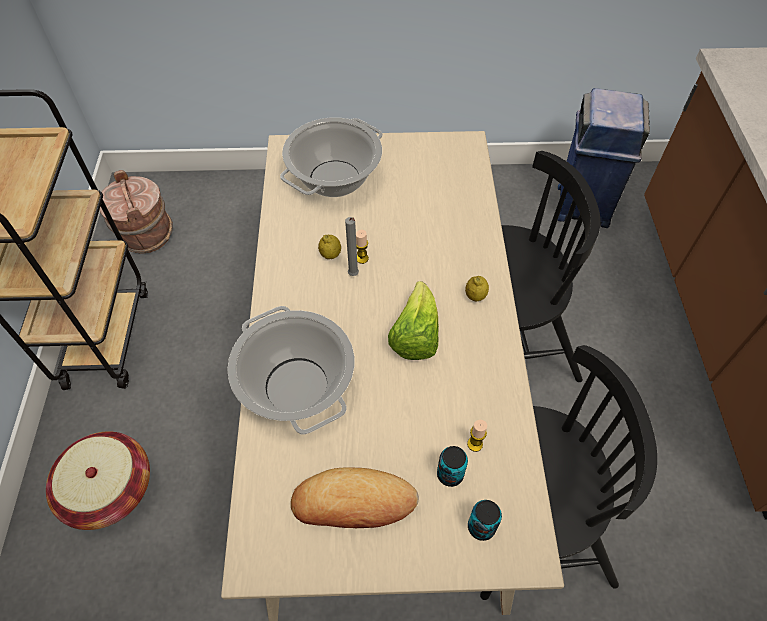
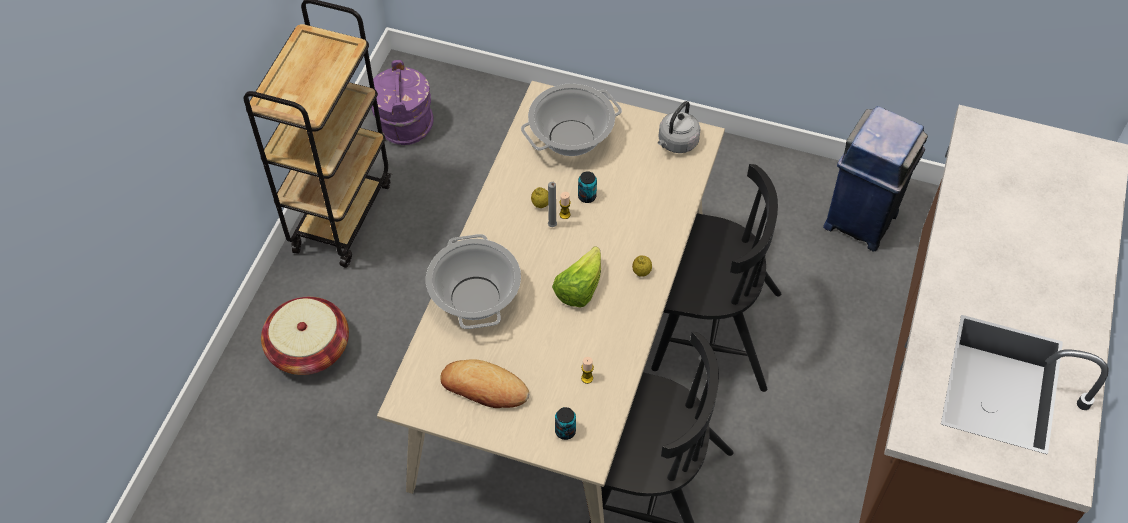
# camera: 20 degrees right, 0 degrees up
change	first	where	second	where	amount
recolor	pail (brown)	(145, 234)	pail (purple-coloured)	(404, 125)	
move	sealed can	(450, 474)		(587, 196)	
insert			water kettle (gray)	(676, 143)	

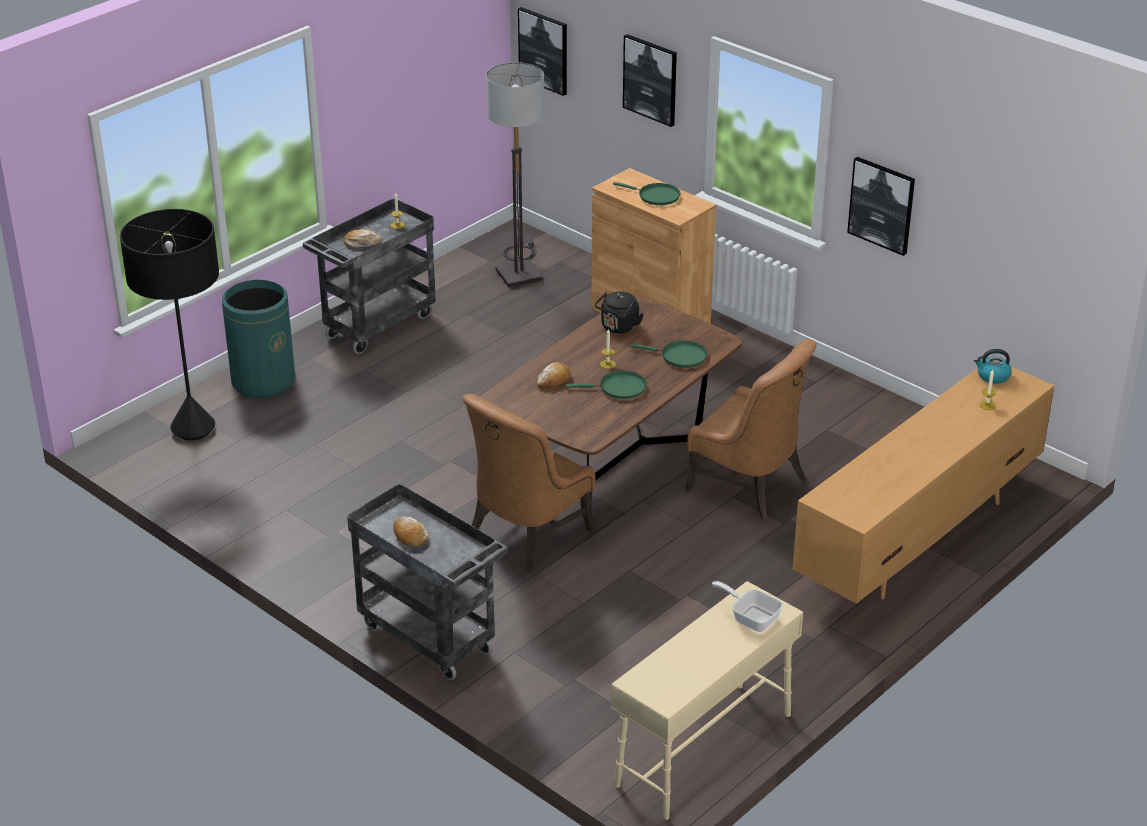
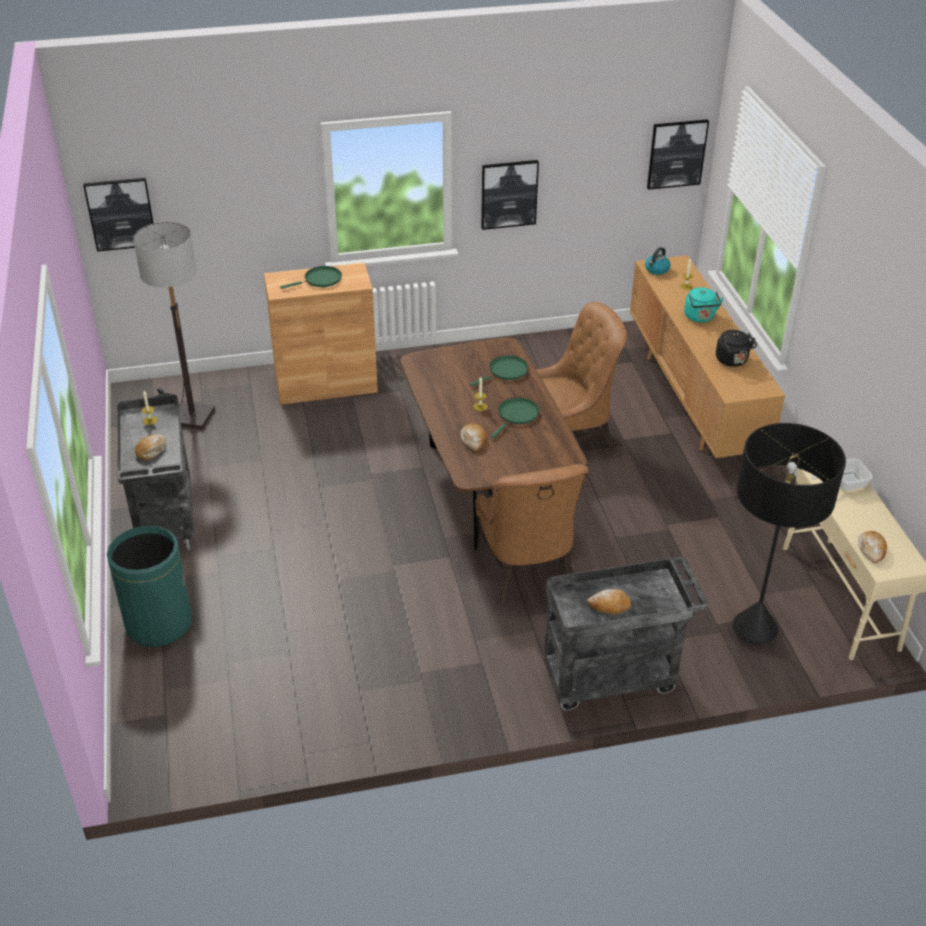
# camera: 55 degrees left, 5 degrees up
change	first	where	second	where	amount
move	picture	(650, 79)		(676, 153)	
move	floor lamp (black-coloured)	(193, 430)		(754, 631)	
move	water kettle (black-coloured)	(618, 327)		(733, 361)	
insert			water kettle (turquoise-coloured)	(700, 317)	
insert			bread	(871, 550)	

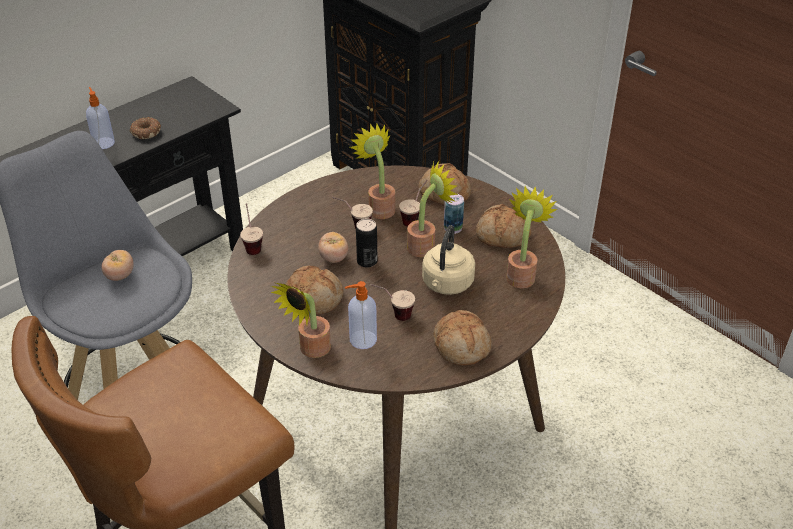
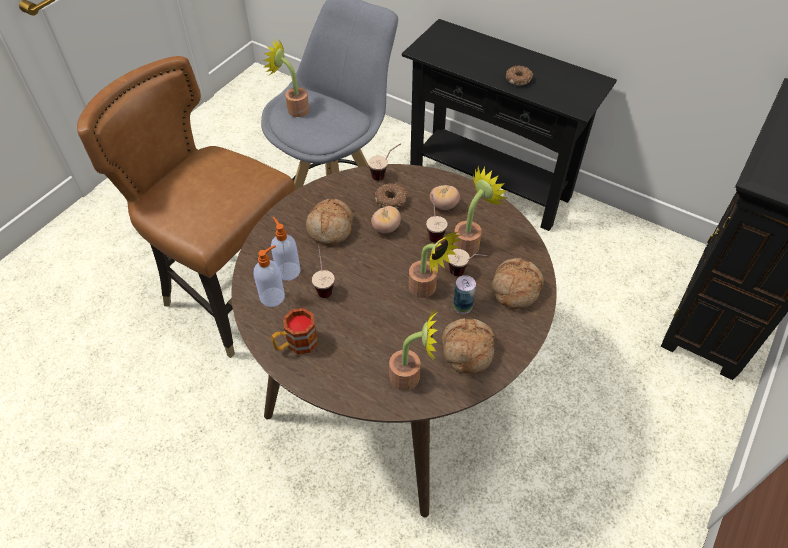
# camera: 75 degrees right, 10 degrees up
change	first	where	second	where	amount
move	soap dispenser	(103, 143)		(273, 296)	
delete	sealed can	(367, 261)			
delete	water kettle (sand-coloured)	(446, 284)			
move	fresh tomato	(120, 276)		(443, 205)	
move	potted plant	(311, 350)		(294, 109)	
replace	bread	(462, 345)	tea mug	(296, 344)	
insert			donut	(392, 200)	

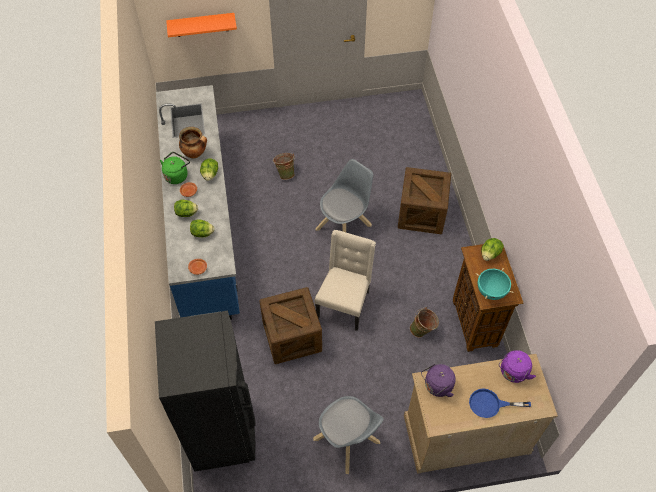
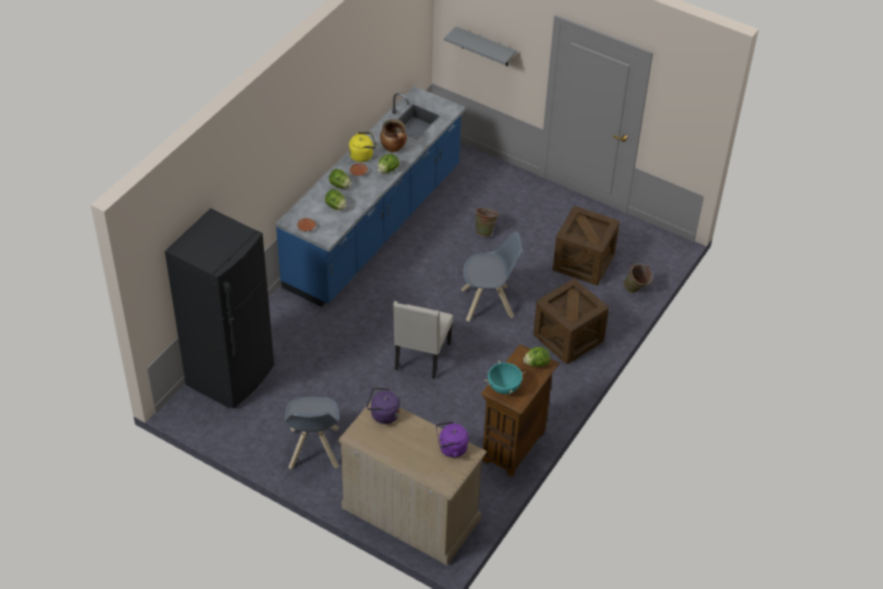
# camera: 40 degrees right, 10 degrees down
change	first	where	second	where	amount
recolor	wall shelf (orangey)	(201, 25)	wall shelf (gray)	(485, 47)	
recolor	water kettle (greenish)	(177, 175)	water kettle (yellowish)	(362, 155)	
rotate	plain chair (sand-coloured)	(344, 304)		(421, 357)	135 degrees clockwise
move	crate	(292, 337)		(583, 262)	
move	pail (greenish)	(423, 331)		(636, 290)	
delete	pan (blue-coloured)	(490, 404)			

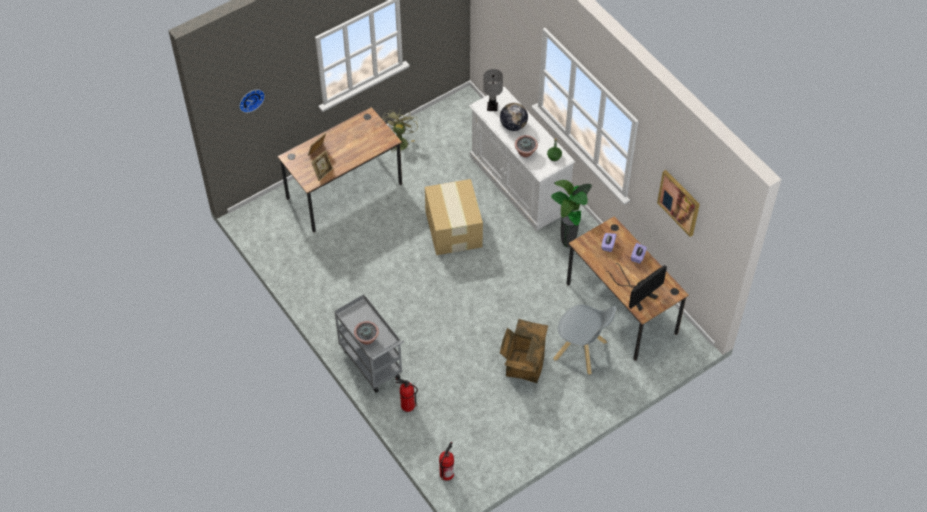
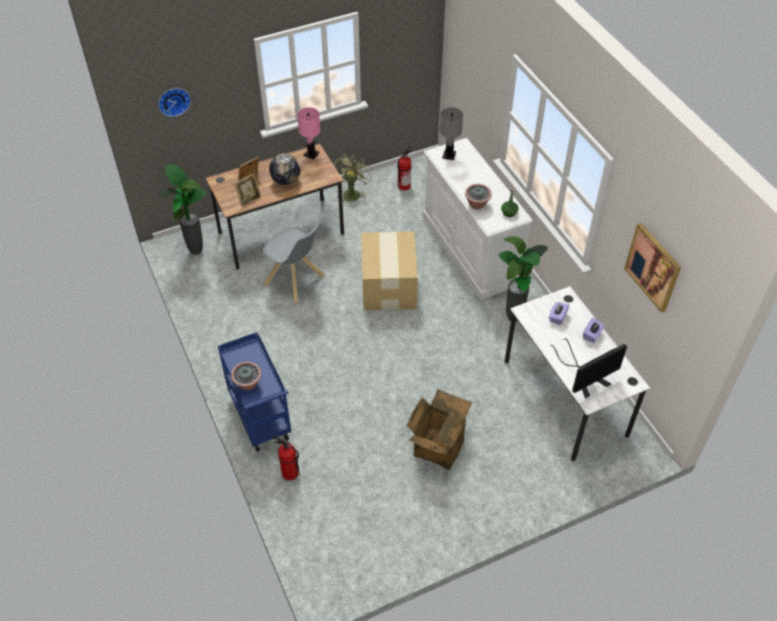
# camera: 10 degrees right, 5 degrees down
change	first	where	second	where	amount
move	globe	(513, 125)		(286, 180)	
recolor	desk unit (brown)	(621, 308)	desk unit (white)	(565, 398)	
recolor	cart (gray)	(372, 365)	cart (blue-coloured)	(261, 419)	
move	plain chair (gray)	(581, 351)		(295, 281)	
move	fire-fighting cylinder	(446, 473)		(404, 185)	
insert			tabletop lamp (pink-coloured)	(311, 154)	
insert			potted plant	(196, 250)	

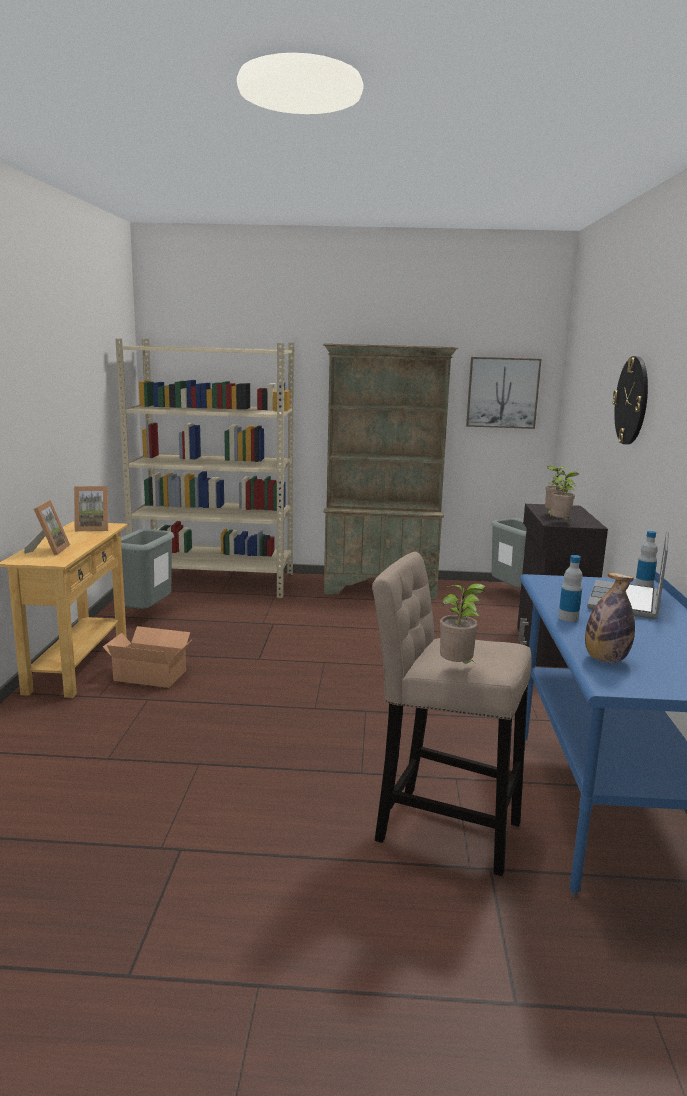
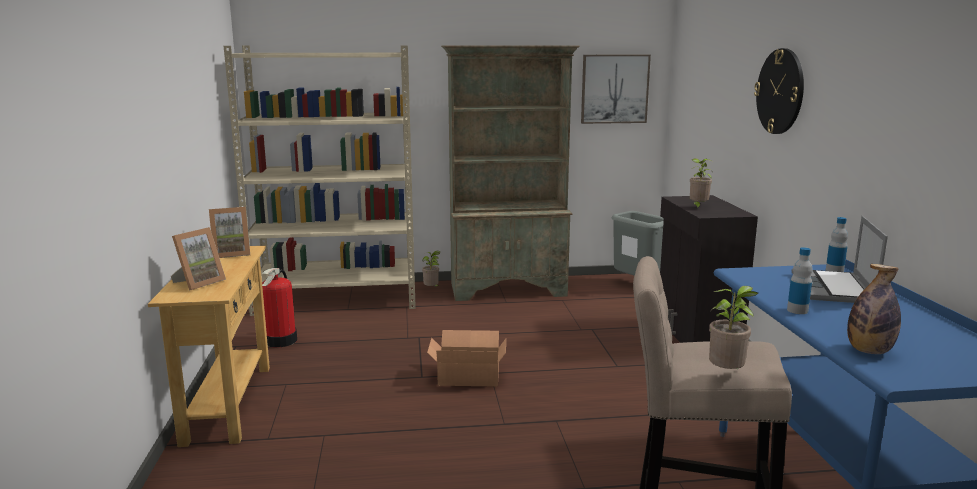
# camera: 10 degrees left, 0 degrees up
change	first	where	second	where	amount
move	potted plant	(561, 523)		(432, 289)	
rotate	standing frame	(49, 550)		(199, 283)	45 degrees clockwise
replace	trash can (gray)	(147, 615)	fire-fighting cylinder	(281, 341)	
move	cardboard box	(150, 674)		(467, 375)	

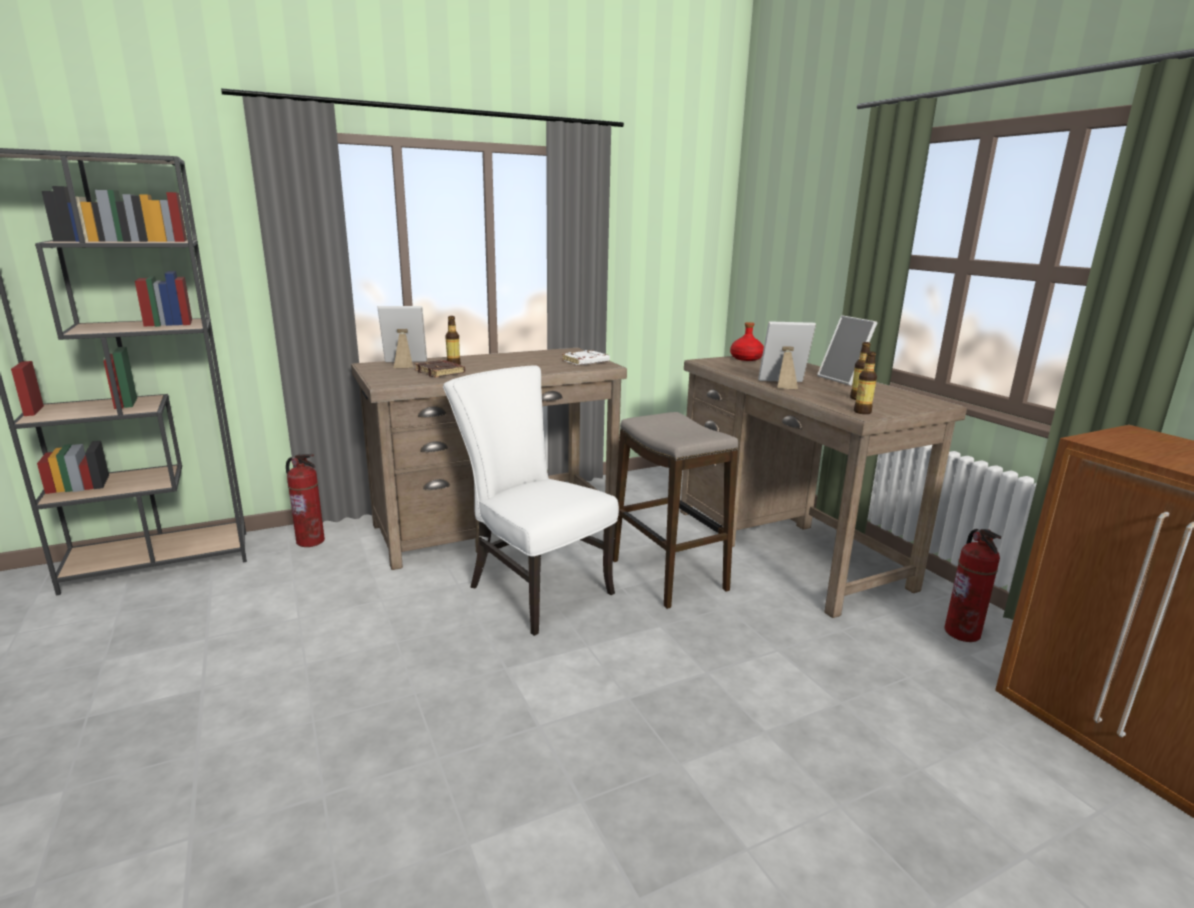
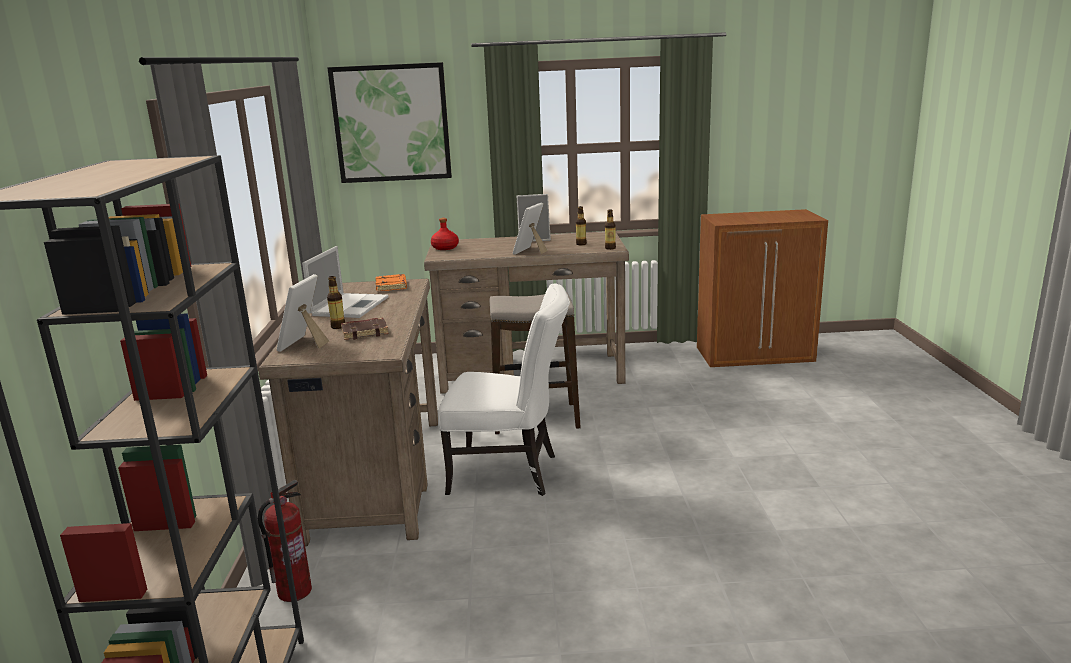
# camera: 65 degrees left, 0 degrees up
change	first	where	second	where	amount
recolor	bound book (white)	(585, 362)	bound book (orangey)	(392, 286)	
rotate	plain chair (white)	(533, 588)		(510, 473)	150 degrees counterclockwise
delete	fire-fighting cylinder	(963, 633)			
insert			picture	(391, 123)	
insert			portable computer	(350, 306)	

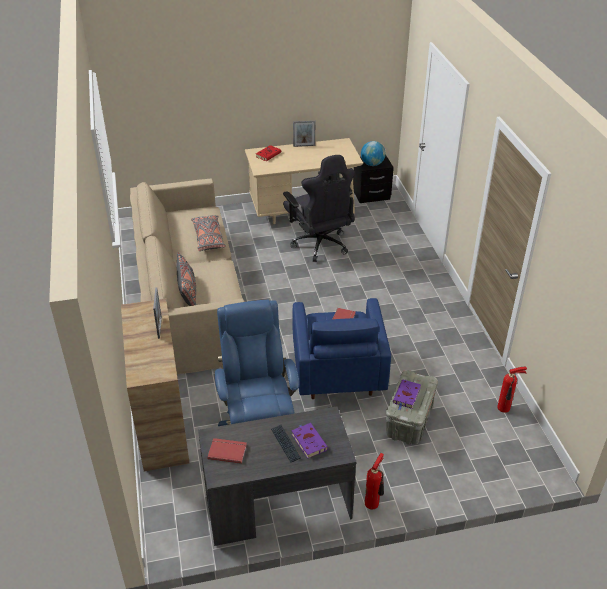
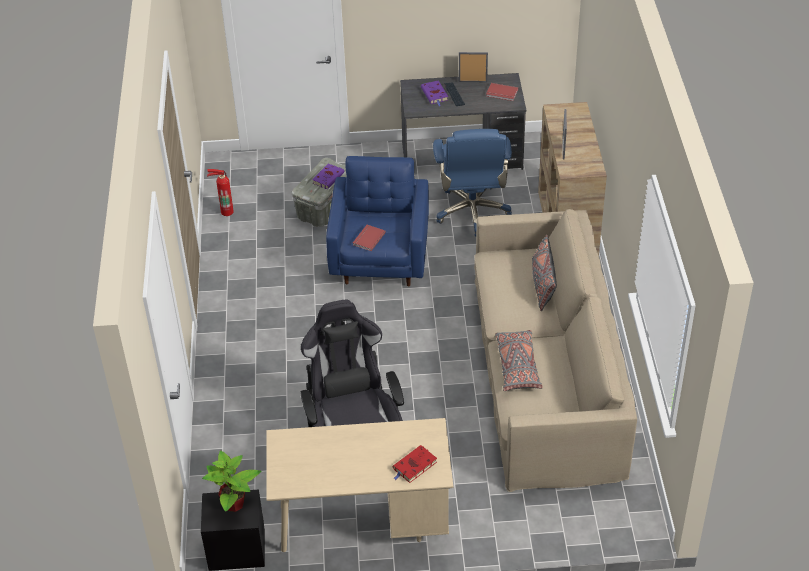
# camera: 170 degrees left, 5 degrees up
change	first	where	second	where	amount
move	standing frame	(304, 146)		(472, 81)	
replace	globe	(372, 164)	potted plant	(234, 504)	
delete	fire-fighting cylinder	(373, 503)			

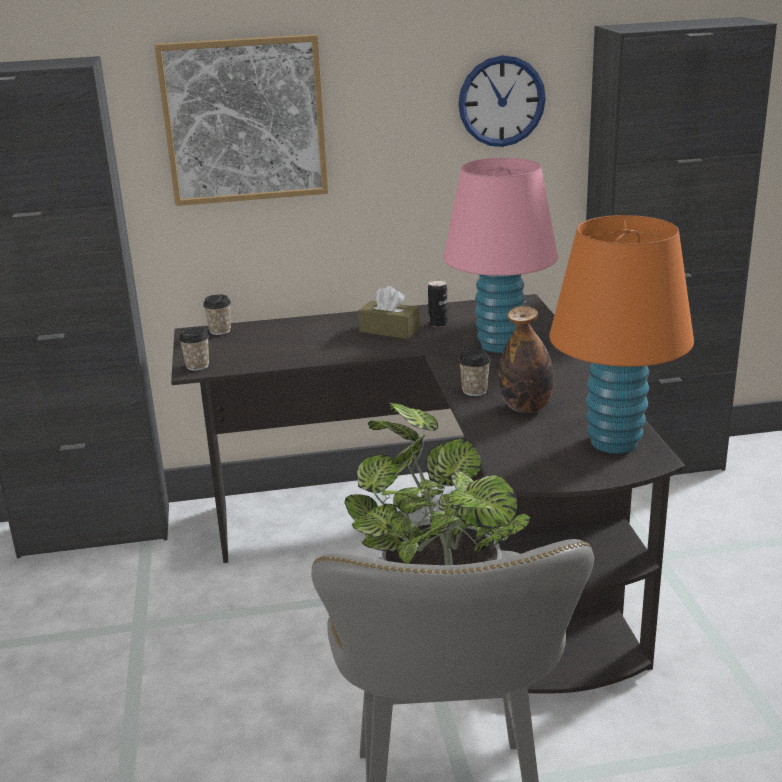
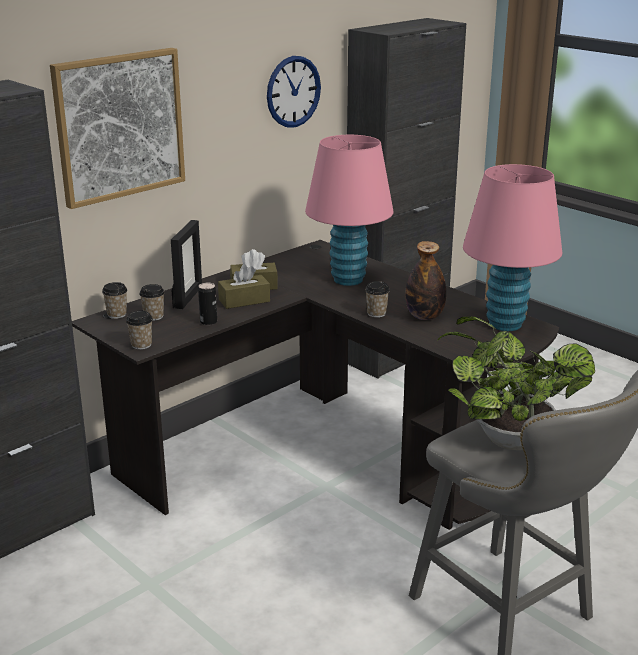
# camera: 35 degrees left, 0 degrees up
change	first	where	second	where	amount
recolor	tabletop lamp (orangey)	(614, 443)	tabletop lamp (pink-coloured)	(505, 324)	
move	sealed can	(438, 324)		(208, 322)	
insert			standing frame	(187, 297)	
insert			tissue holder (brown)	(244, 300)	
insert			drinking cup	(153, 317)	

